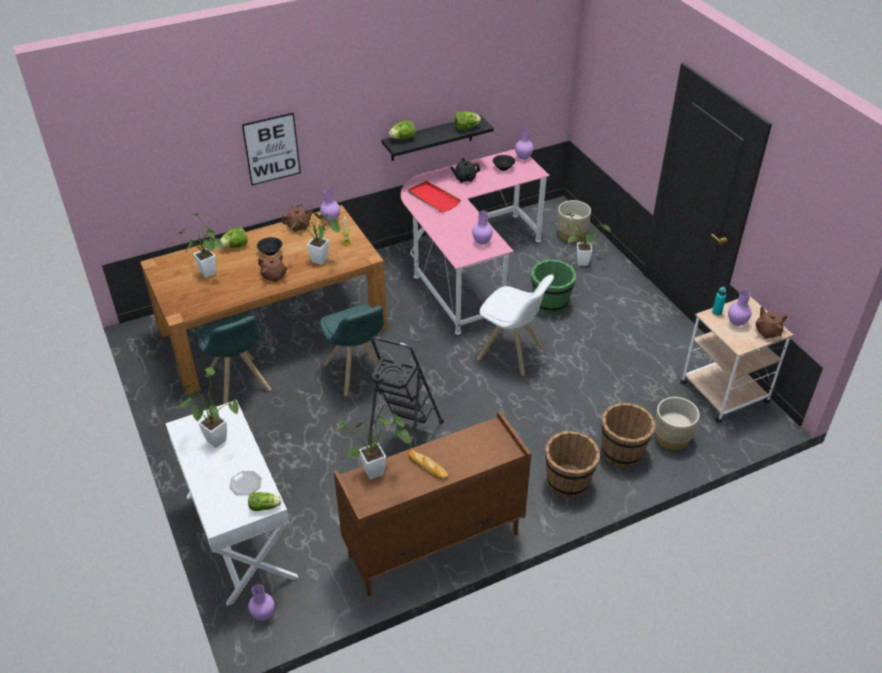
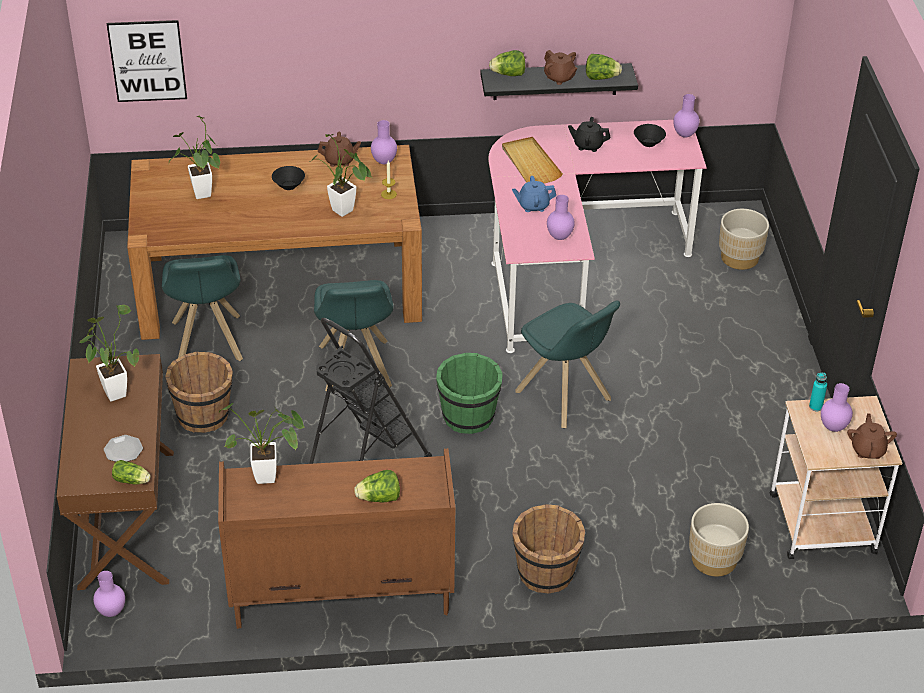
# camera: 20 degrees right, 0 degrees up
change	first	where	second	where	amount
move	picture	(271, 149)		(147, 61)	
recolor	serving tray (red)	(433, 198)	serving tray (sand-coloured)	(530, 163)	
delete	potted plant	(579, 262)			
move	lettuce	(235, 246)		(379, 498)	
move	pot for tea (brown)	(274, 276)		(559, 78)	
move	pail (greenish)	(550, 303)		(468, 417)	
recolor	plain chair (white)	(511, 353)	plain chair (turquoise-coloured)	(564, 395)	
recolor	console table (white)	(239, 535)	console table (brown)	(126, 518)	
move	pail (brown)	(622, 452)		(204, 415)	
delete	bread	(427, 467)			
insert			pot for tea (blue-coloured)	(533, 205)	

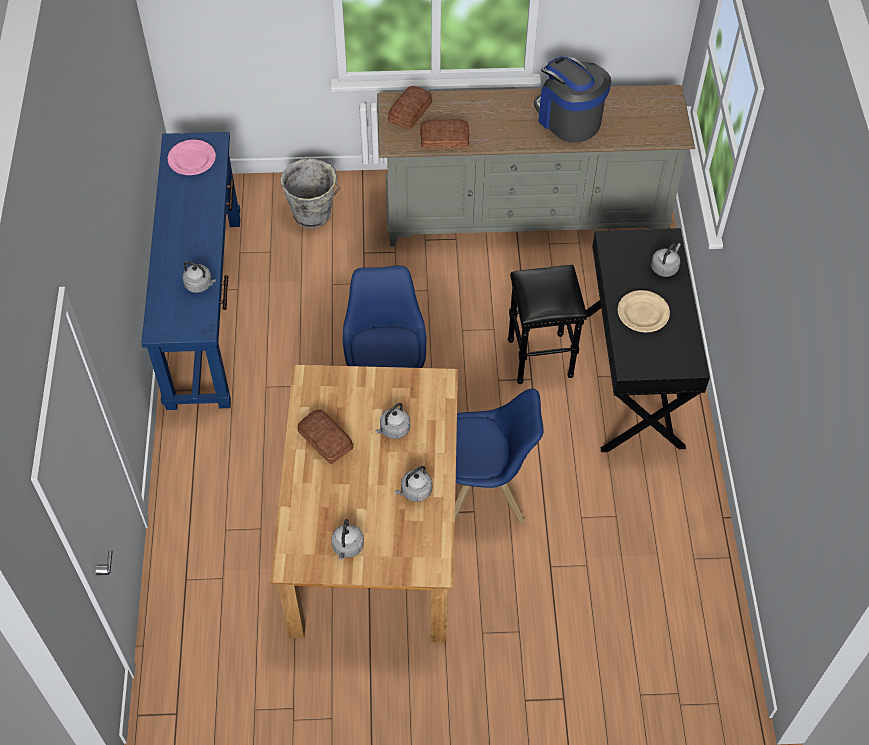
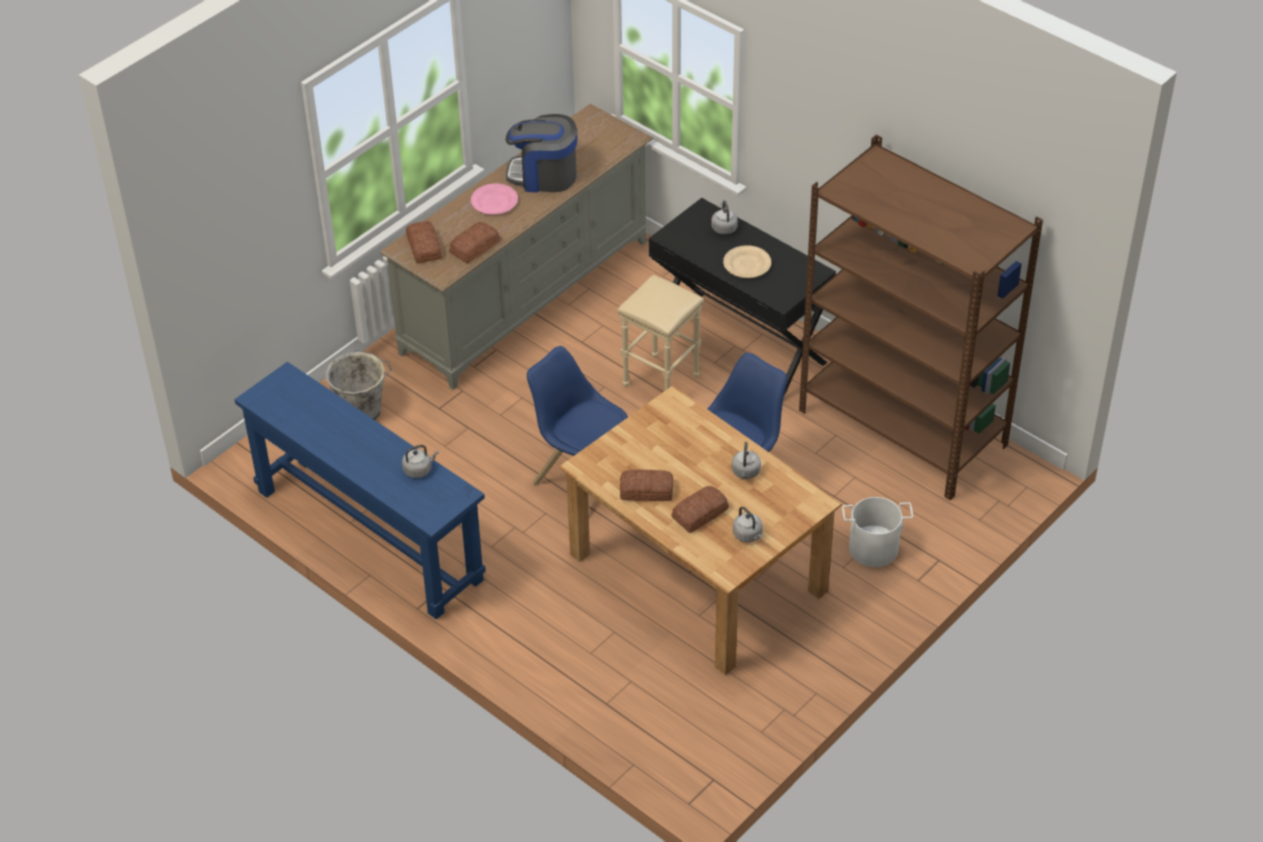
# camera: 45 degrees left, 10 degrees down
change	first	where	second	where	amount
move	plate (pink-coloured)	(192, 159)		(494, 201)	
recolor	stool seat (black-coloured)	(542, 359)	stool seat (sand-coloured)	(662, 380)	
delete	water kettle (gray)	(393, 430)			
insert			shelving unit (brown)	(902, 428)	
insert			bread	(701, 514)	
insert			pail (white)	(873, 548)	

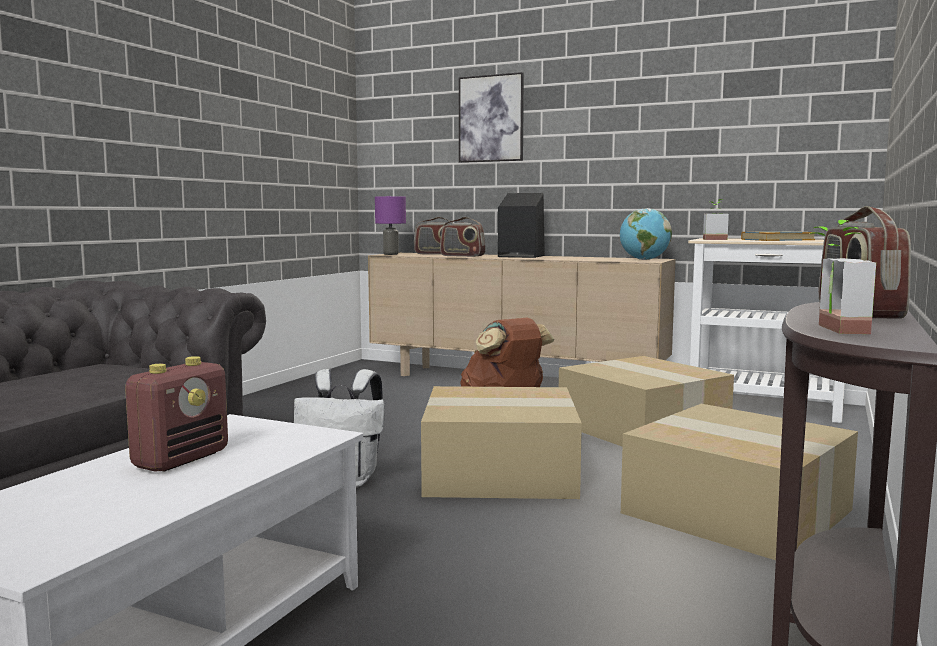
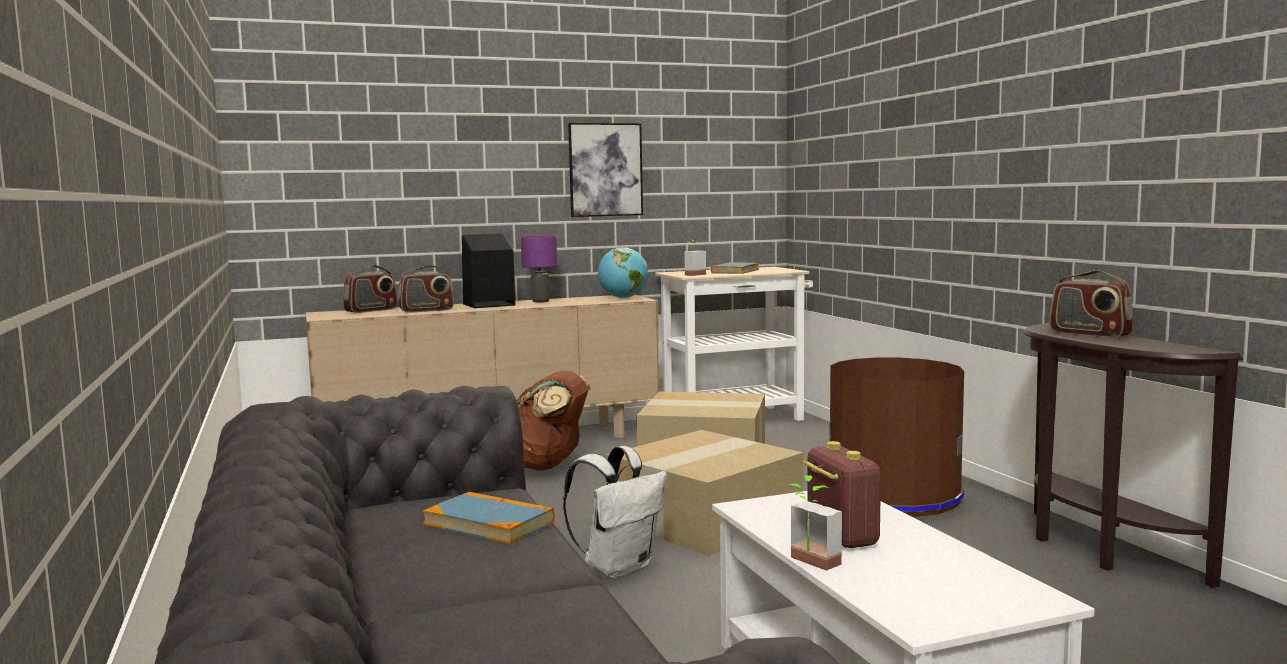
# camera: 45 degrees left, 0 degrees up
change	first	where	second	where	amount
move	picture	(491, 118)		(605, 169)	
move	tabletop lamp (purple-coloured)	(390, 254)		(539, 301)	
move	potted plant	(830, 329)		(809, 563)	
replace	cardboard box	(733, 511)	trash can (brown)	(893, 495)	
insert			bound book	(489, 523)	

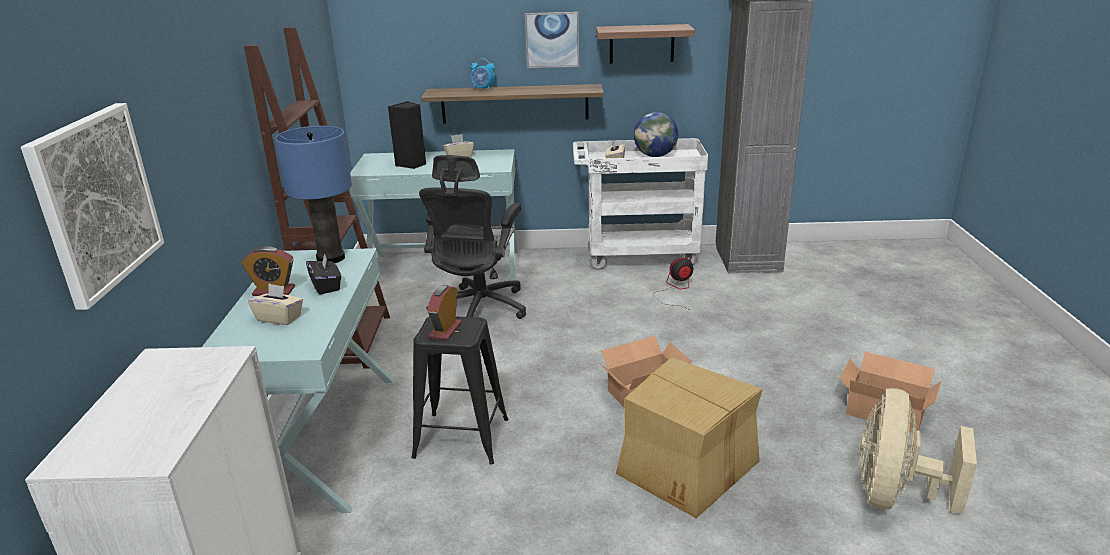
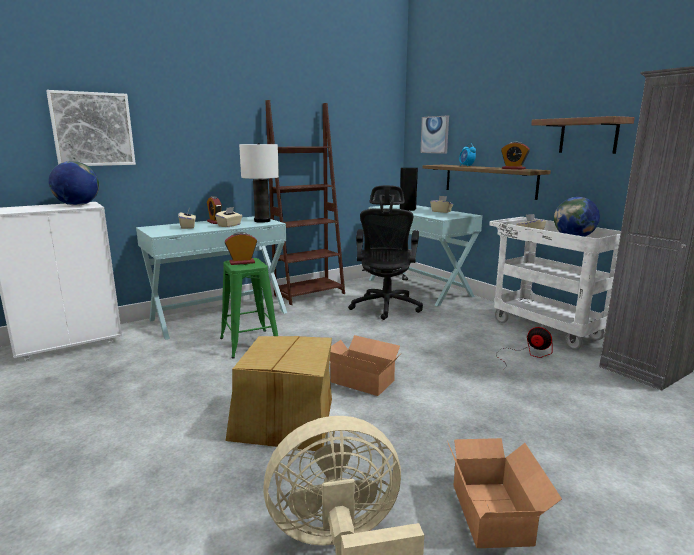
# camera: 55 degrees right, 10 degrees down
change	first	where	second	where	amount
move	picture	(552, 40)		(435, 134)	
recolor	tabletop lamp (blue-coloured)	(331, 258)	tabletop lamp (white)	(262, 221)	
rotate	office chair	(478, 311)		(385, 308)	60 degrees counterclockwise
recolor	tissue holder (black-coloured)	(326, 286)	tissue holder (sand-coloured)	(229, 225)	
recolor	stool seat (black-coloured)	(461, 438)	stool seat (greenish)	(250, 343)	
insert			bedside clock	(513, 168)	
insert			globe	(77, 205)	

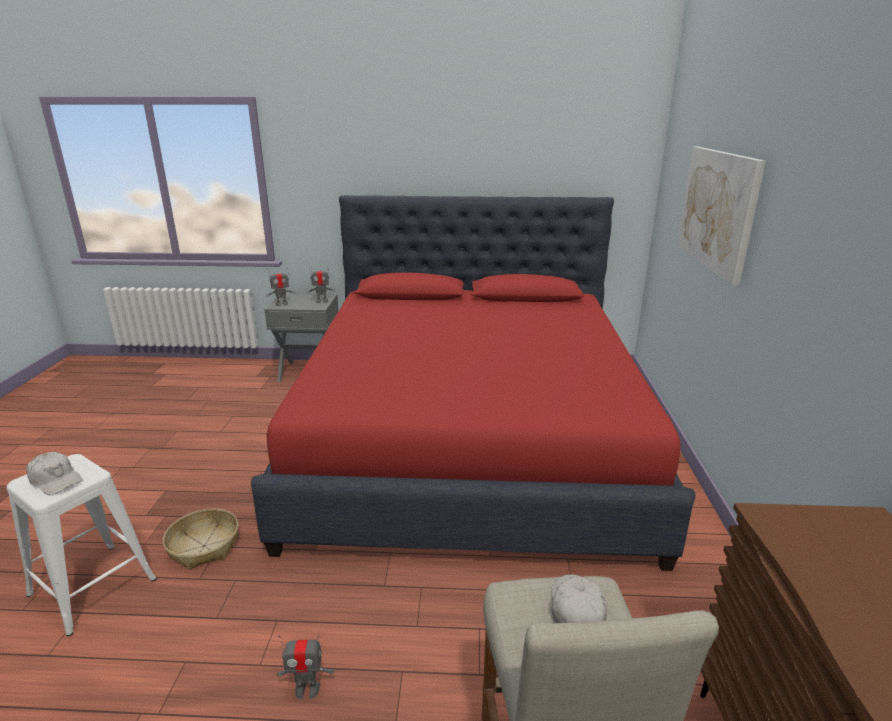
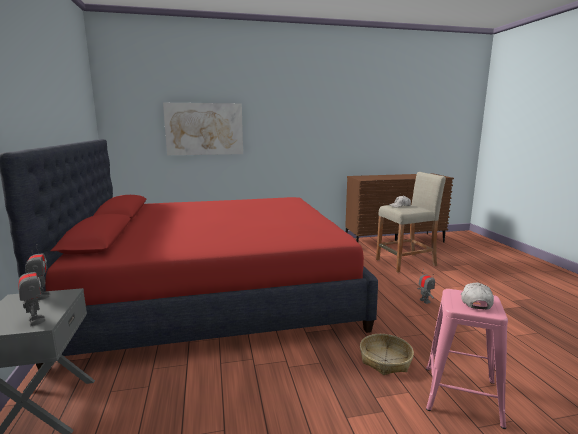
# camera: 105 degrees left, 10 degrees down
change	first	where	second	where	amount
recolor	stool seat (white)	(93, 586)	stool seat (pink-coloured)	(461, 395)	

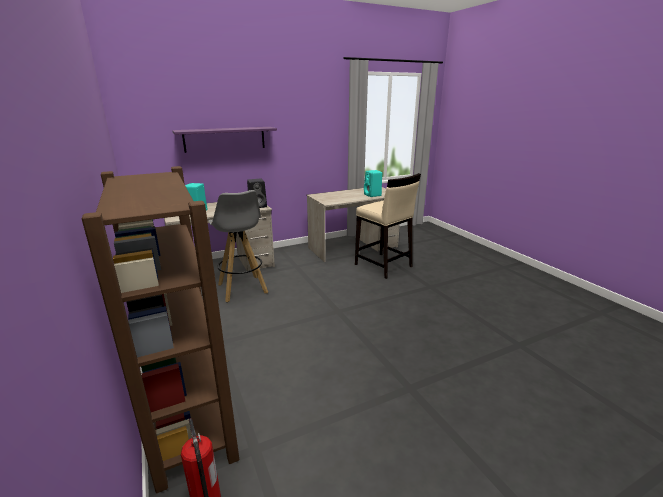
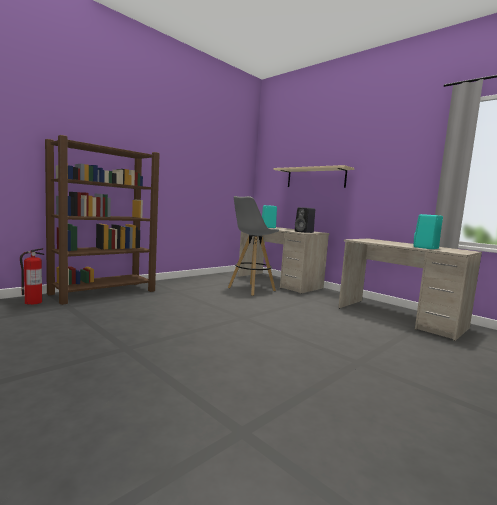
# camera: 70 degrees right, 15 degrees down
change	first	where	second	where	amount
recolor	wall shelf (purple-coloured)	(225, 139)	wall shelf (sand-coloured)	(315, 178)	
delete	stool seat (sand-coloured)	(383, 266)			

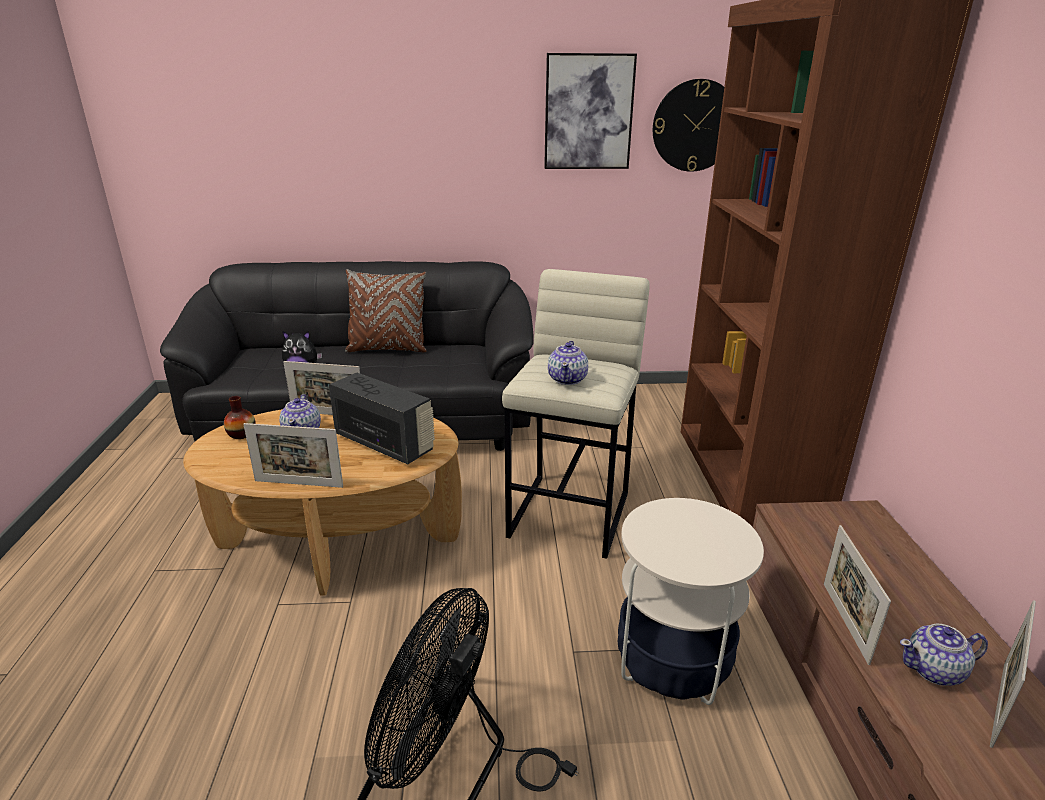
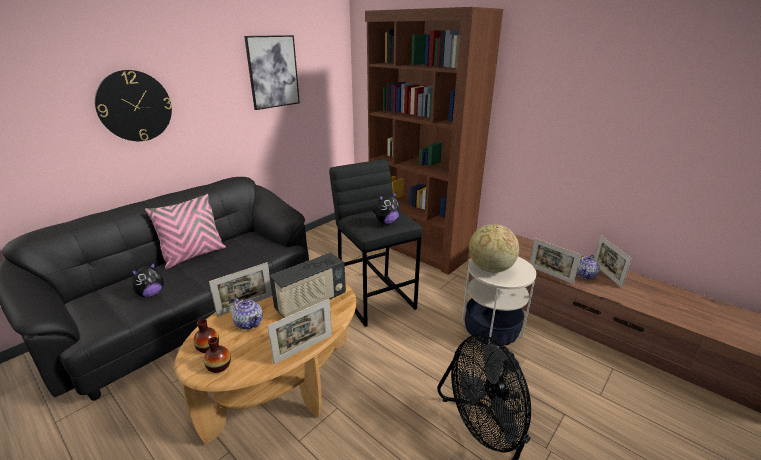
# camera: 45 degrees left, 0 degrees up
change	first	where	second	where	amount
move	clock on the wall	(695, 126)		(134, 106)	
recolor	cushion (brown)	(388, 349)	cushion (pink-coloured)	(194, 256)	
recolor	stool seat (sand-coloured)	(570, 512)	stool seat (black-coloured)	(375, 298)	
replace	pot for tea	(568, 379)	soft toy	(386, 222)	
rotate	radio receiver	(385, 443)		(311, 302)	150 degrees clockwise
insert			globe	(490, 269)	
insert			flower vase	(219, 366)	

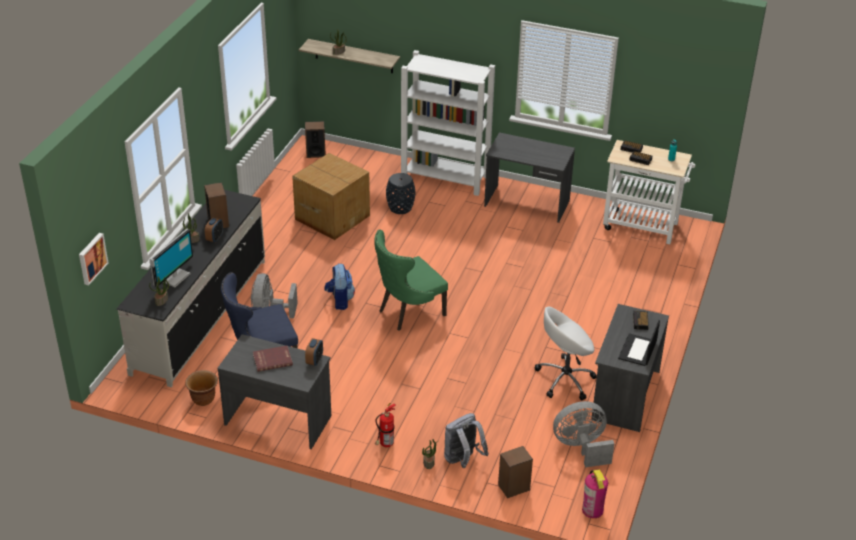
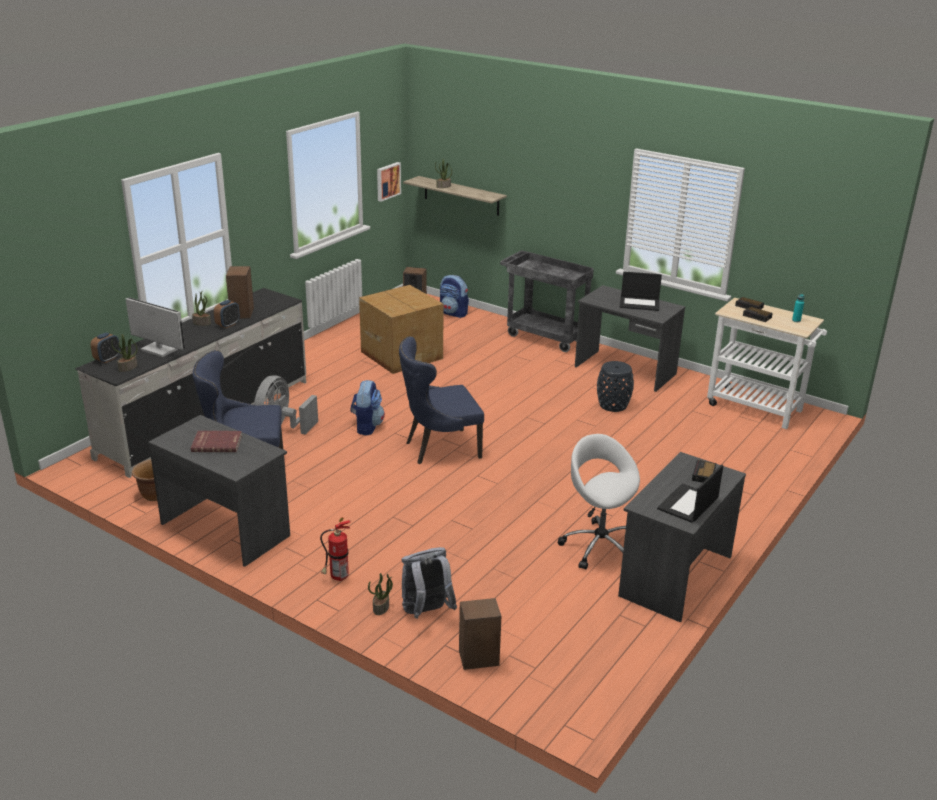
# camera: 15 degrees right, 10 degrees down
change	first	where	second	where	amount
replace	shelving unit (white)	(445, 177)	cart (gray)	(542, 338)	
move	stool seat (black-coloured)	(400, 208)		(613, 405)	
rotate	monitor	(174, 277)		(158, 350)	105 degrees counterclockwise
recolor	plain chair (greenish)	(408, 312)	plain chair (blue-coloured)	(439, 448)	
move	picture	(91, 258)		(387, 181)	
rotate	office chair (white)	(563, 380)		(598, 545)	45 degrees clockwise
move	bedside clock	(314, 360)		(107, 359)	
delete	fan (gray)	(581, 447)			
delete	fire-fighting cylinder	(592, 510)			
insert			portable computer	(640, 303)	
insert			rucksack	(454, 313)	

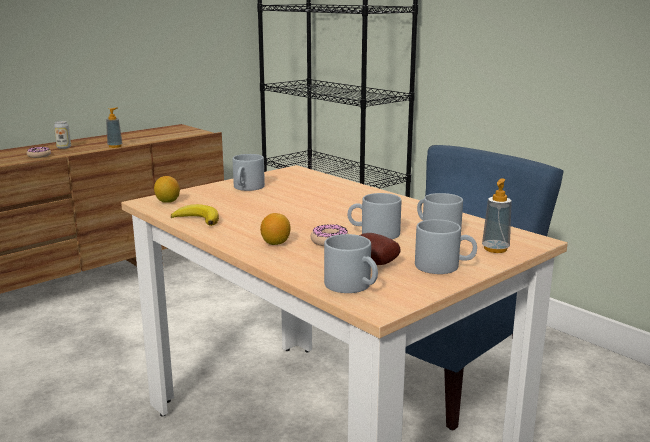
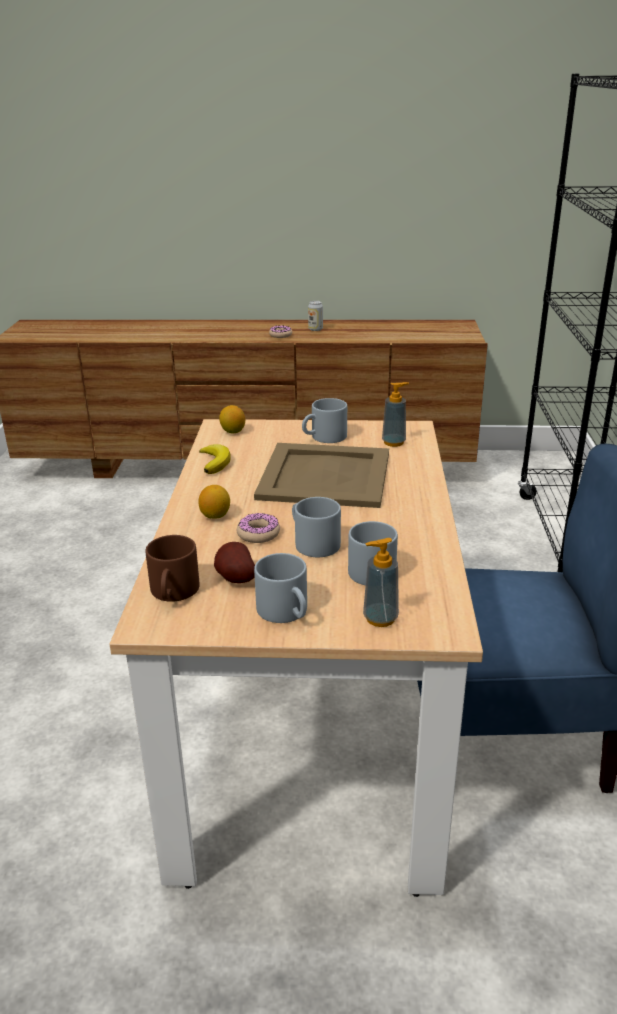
# camera: 45 degrees right, 10 degrees up
change	first	where	second	where	amount
move	soap dispenser	(115, 146)		(393, 442)	
recolor	tea mug (gray)	(353, 286)	tea mug (brown)	(174, 593)	
insert			serving tray (sand-coloured)	(326, 475)	

